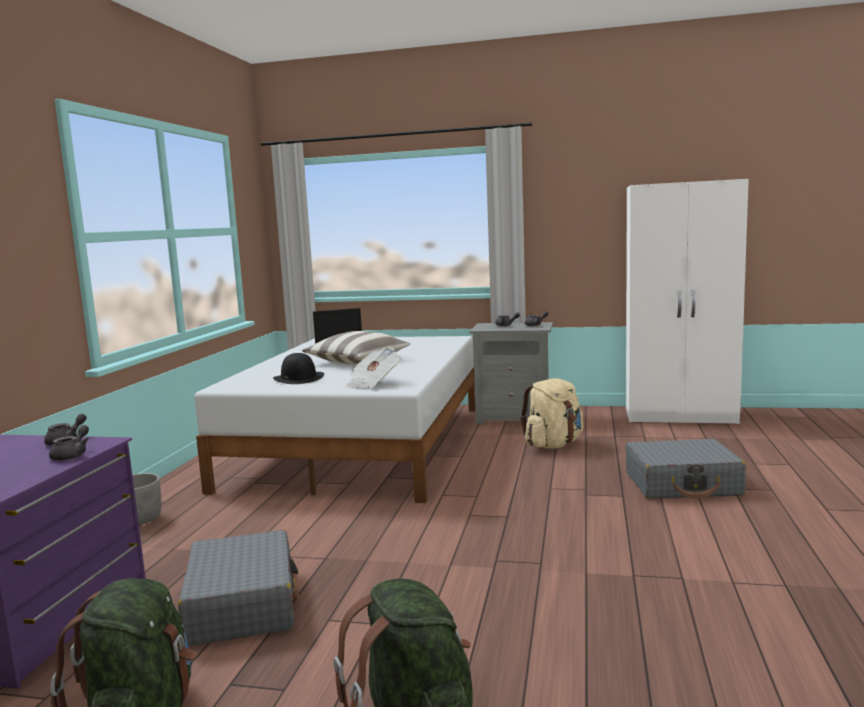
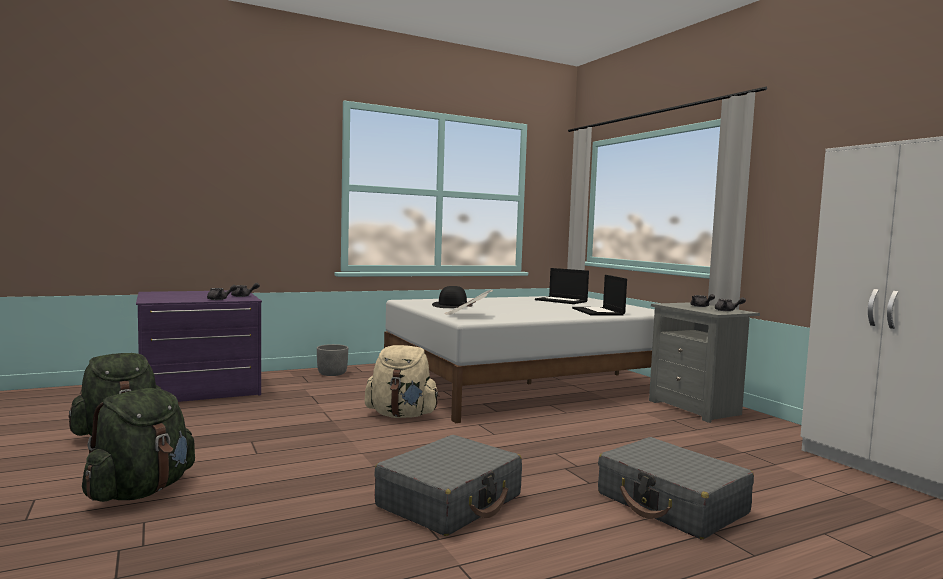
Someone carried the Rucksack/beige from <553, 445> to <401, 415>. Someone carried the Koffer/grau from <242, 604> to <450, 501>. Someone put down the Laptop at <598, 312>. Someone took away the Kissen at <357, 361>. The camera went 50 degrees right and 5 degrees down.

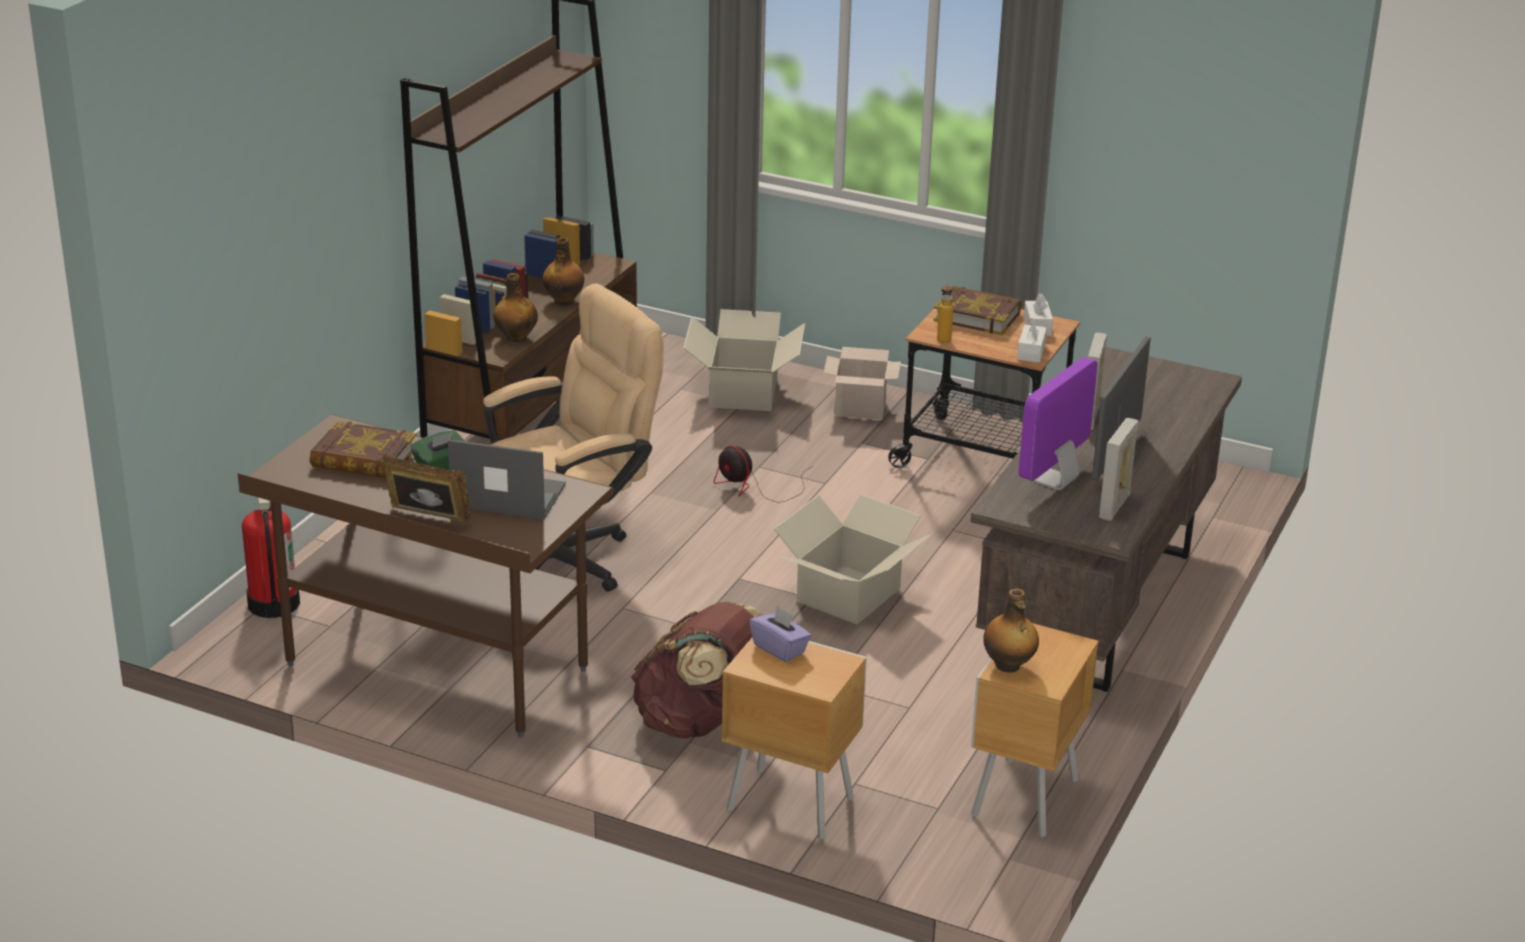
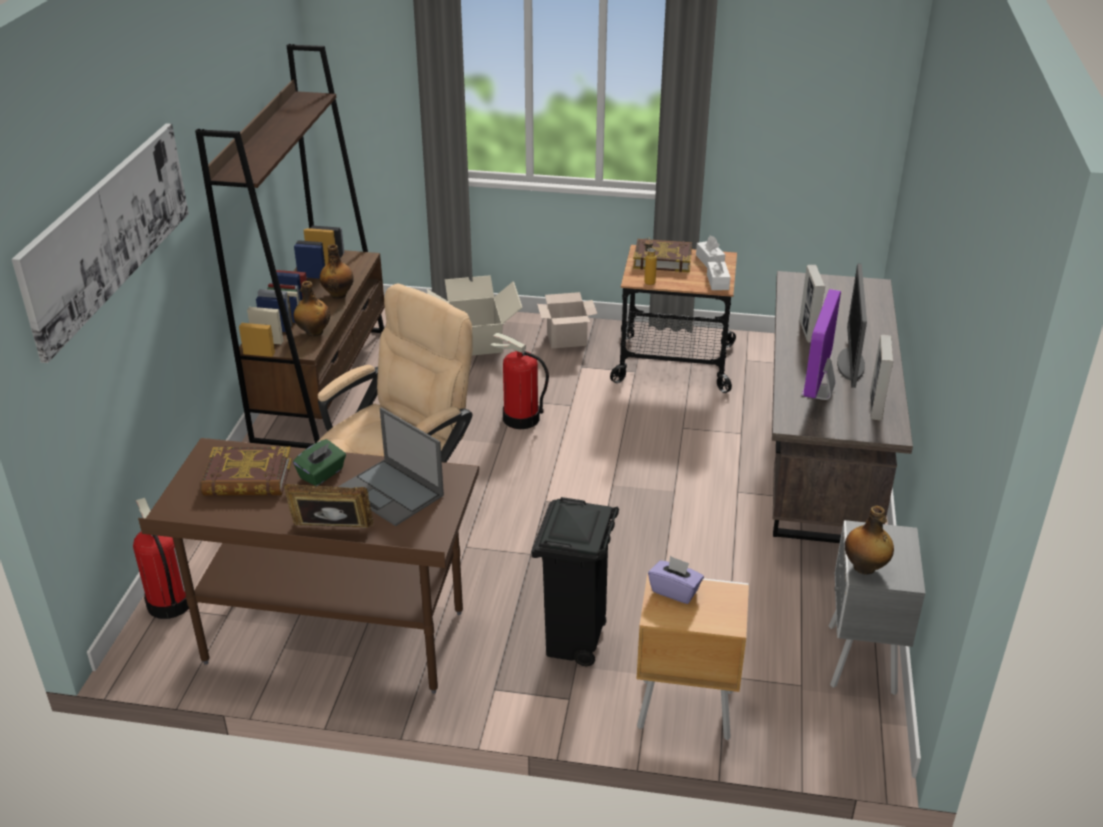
Someone put up the Bild at <107, 233>. Someone rotated the Laptop at <507, 496> by 135 degrees counterclockwise. Someone swapped the Ventilator at <754, 487> for the Feuerlöscher at <520, 418>. Someone swapped the Rucksack/braun at <698, 722> for the Mülleimer/schwarz at <574, 644>. Someone repainted the Nachttisch/braun at <1022, 800>, which became the Nachttisch/grau at <860, 661>. Someone took away the Karton at <849, 595>. The camera went 15 degrees left and 5 degrees up.

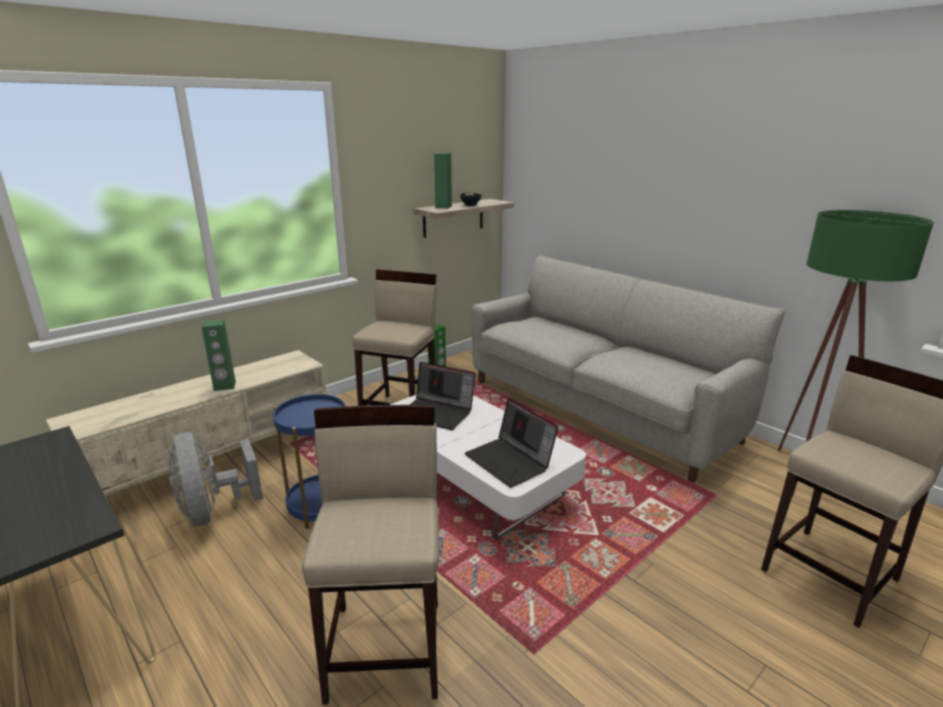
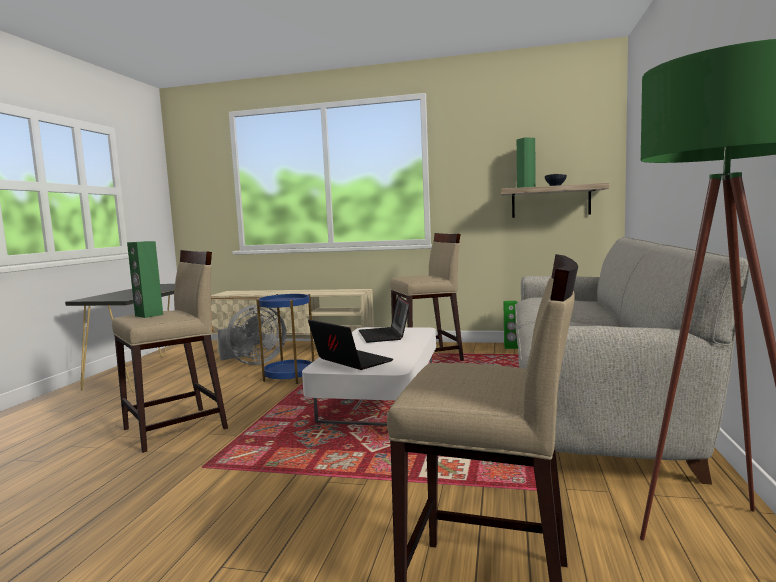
Someone carried the Lautsprecher/grün from <224, 386> to <148, 315>. Someone rotated the Ventilator/grau at <213, 511> by 150 degrees counterclockwise. Someone rotated the Laptop at <510, 461> by 120 degrees clockwise. The camera went 55 degrees right and 15 degrees down.

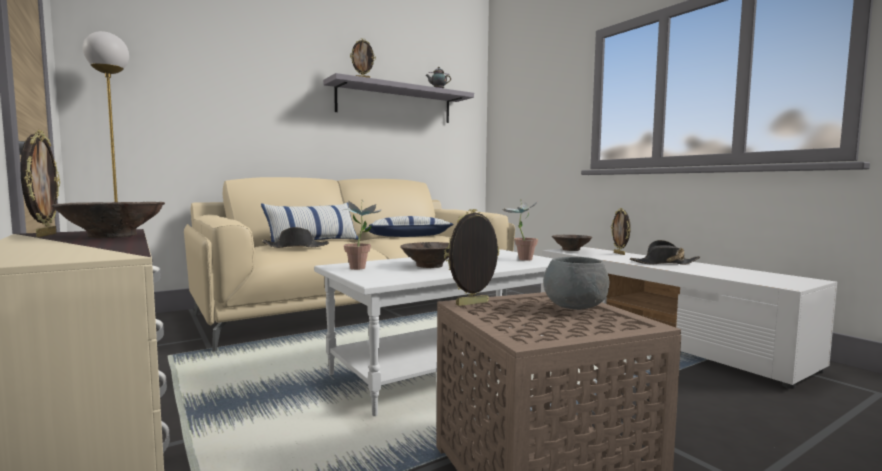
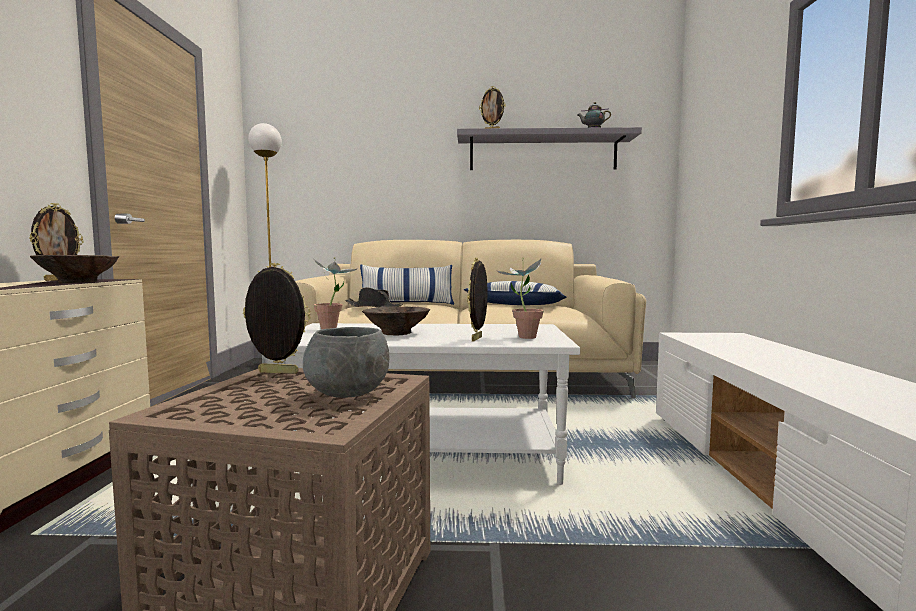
Someone carried the Bilderrahmen from <619, 253> to <478, 339>. Someone took away the Schüssel/braun at <571, 250>. Someone took away the Hut/schwarz at <664, 263>. The camera went 35 degrees right and 0 degrees up.

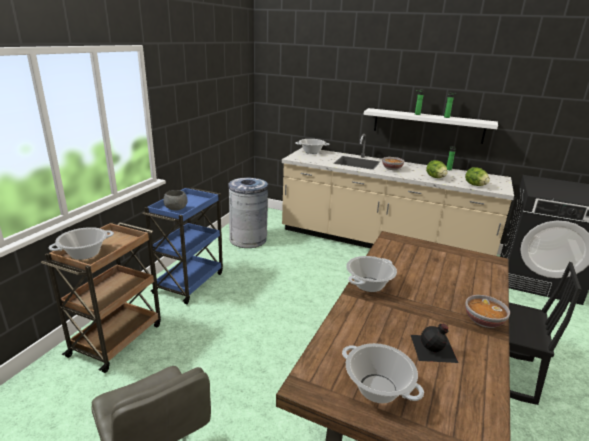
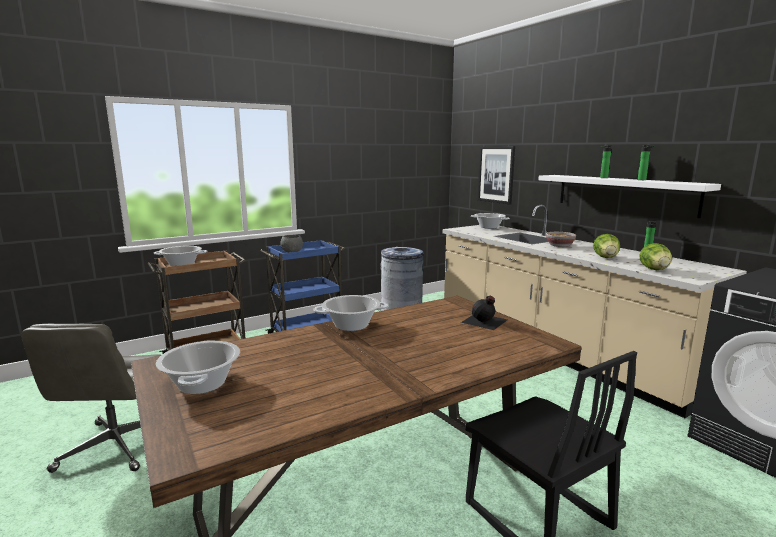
Someone carried the Flasche/schwarz from <434, 348> to <484, 321>. Someone put up the Bild at <496, 174>. Someone took away the Schüssel at <483, 321>. The camera went 35 degrees right and 10 degrees down.

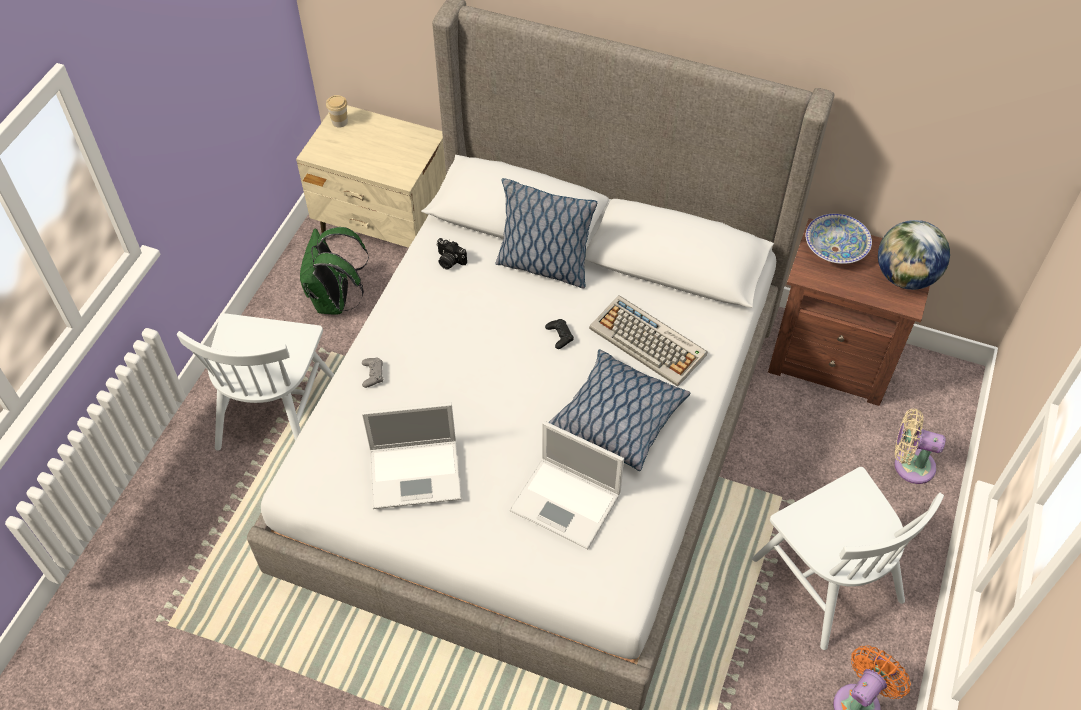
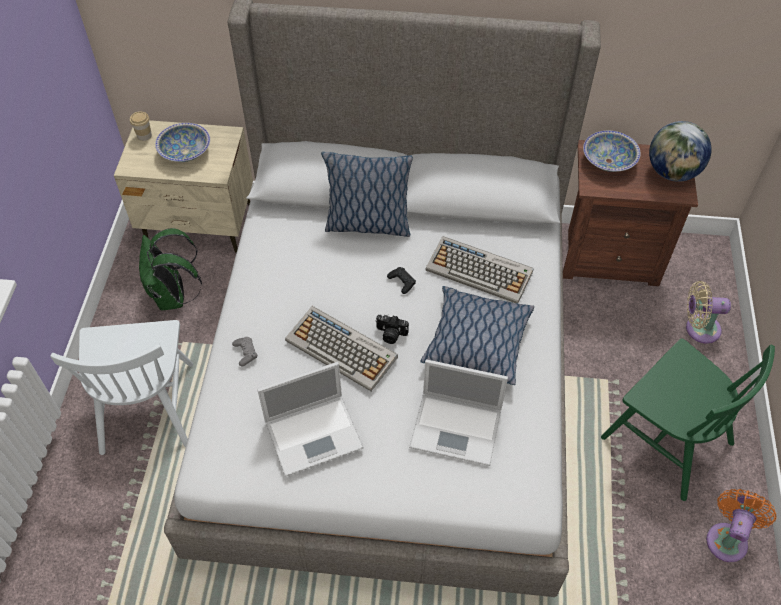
Someone put down the Schüssel at <185, 152>. Someone put down the Tastatur at <342, 349>. Someone carried the Kamera from <449, 261> to <390, 334>. Someone repainted the Stuhl/weiß at <827, 578>, which became the Stuhl/grün at <666, 439>. The camera went 15 degrees left and 0 degrees up.

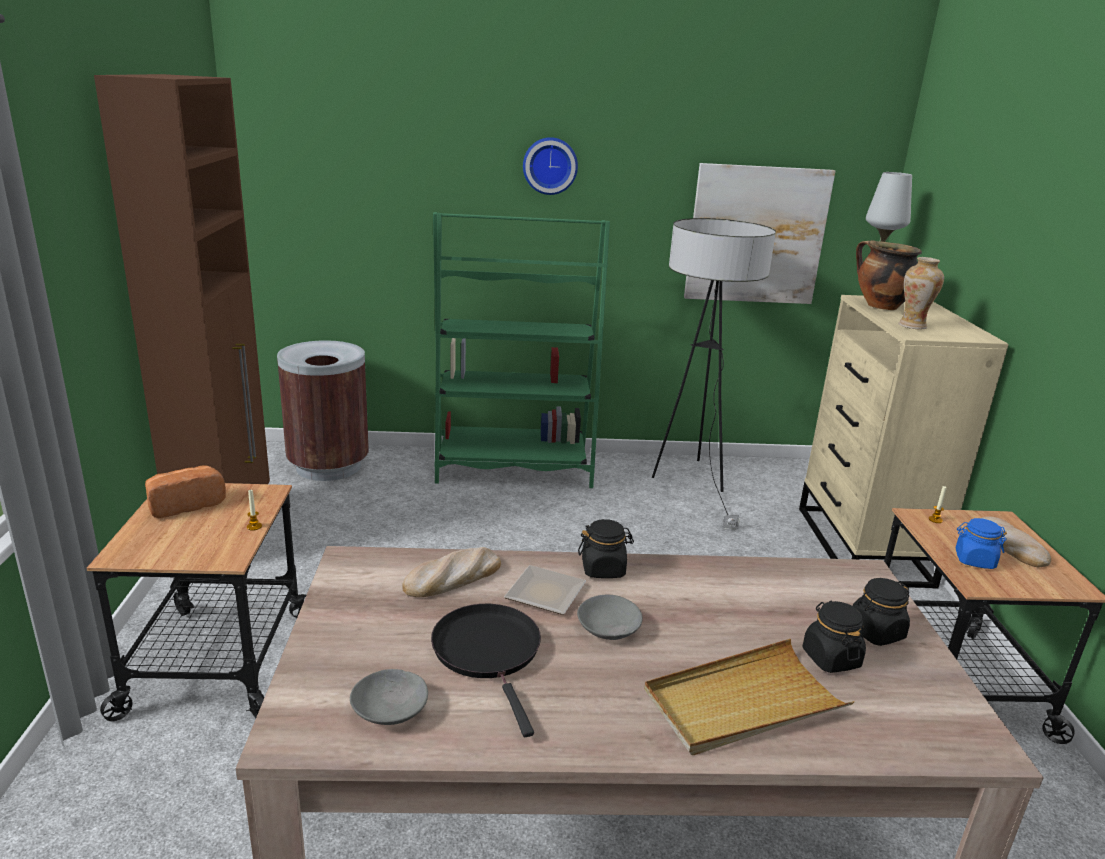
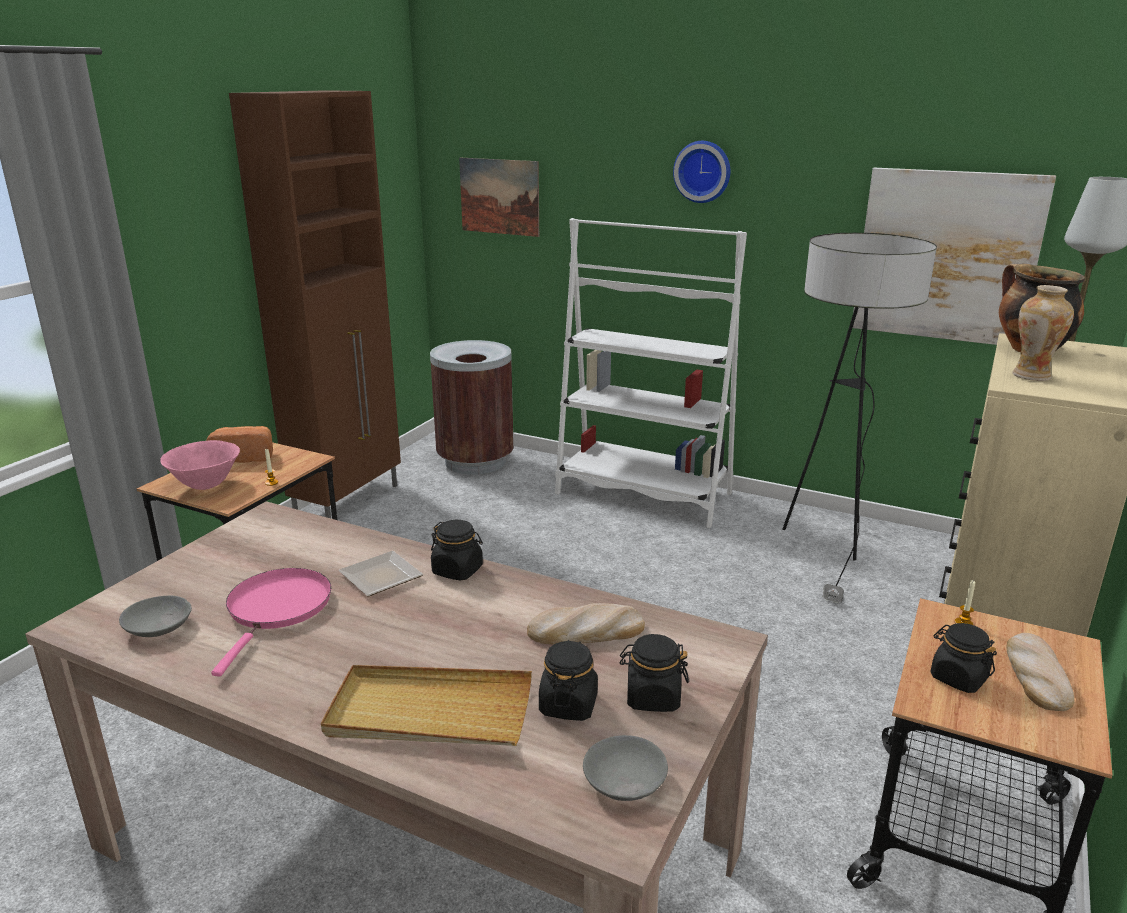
Someone put down the Schüssel/rosa at <206, 485>. Someone repainted the Pfanne/schwarz at <489, 652>, which became the Pfanne/rosa at <277, 609>. Someone put up the Bild at <499, 196>. Someone carried the Brot from <452, 578> to <586, 631>. Someone repainted the Bücherregal/grün at <513, 468>, which became the Bücherregal/weiß at <643, 494>. Someone carried the Schüssel/grau from <608, 629> to <624, 782>. Someone repainted the Vorratsglas/blau at <974, 560>, which became the Vorratsglas/schwarz at <958, 678>. The camera went 30 degrees right and 0 degrees up.

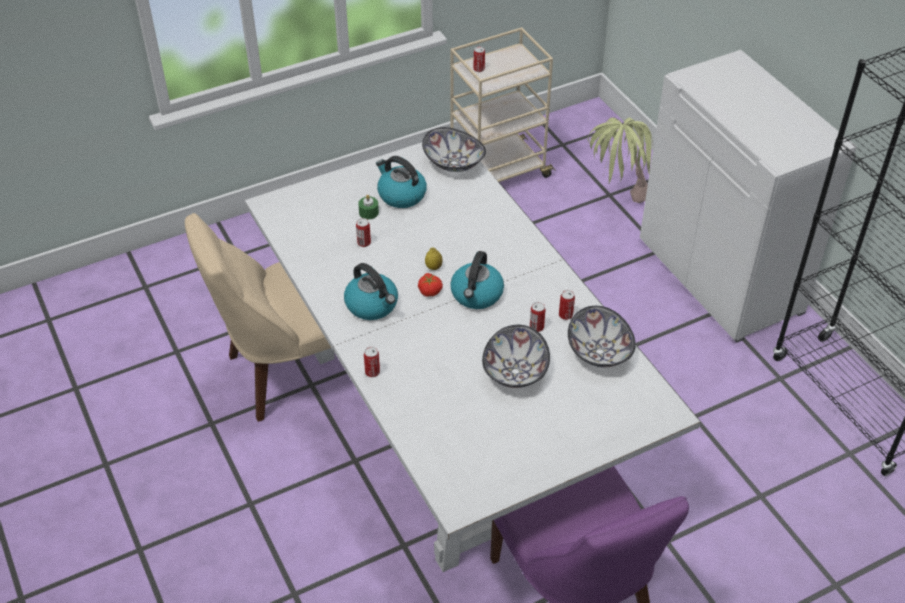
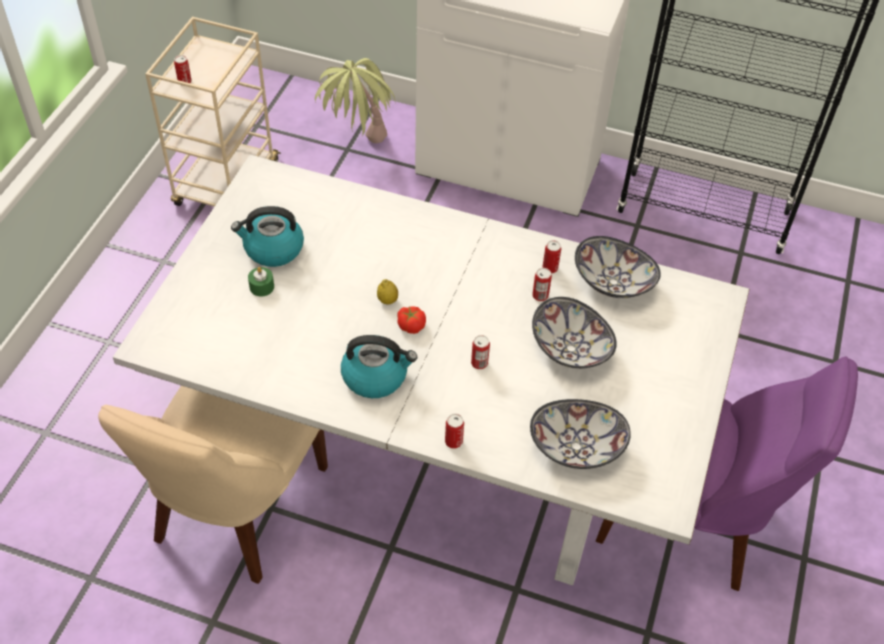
Someone carried the Dose from <364, 243> to <479, 363>. Someone carried the Schüssel from <453, 163> to <576, 448>. Someone took away the Wasserkessel at <477, 295>. The camera went 45 degrees left and 5 degrees up.

